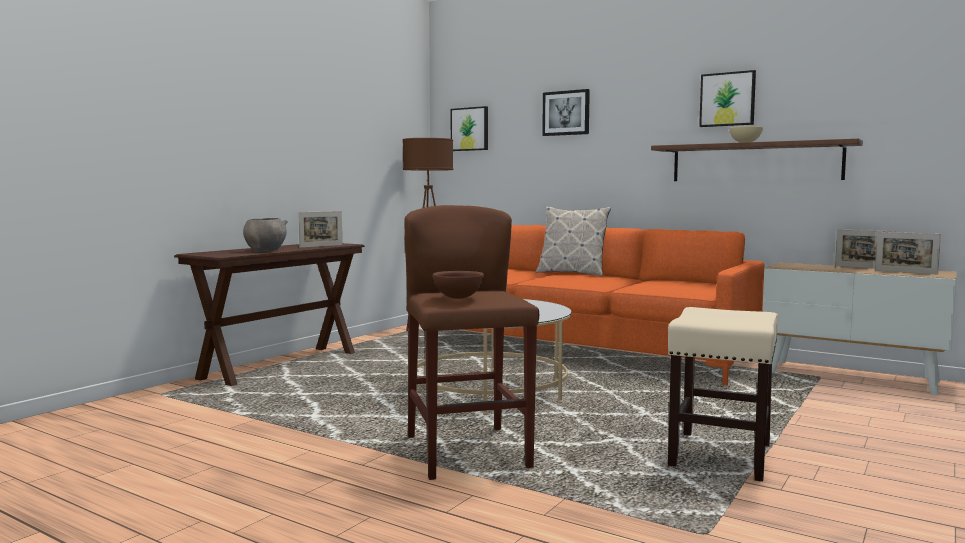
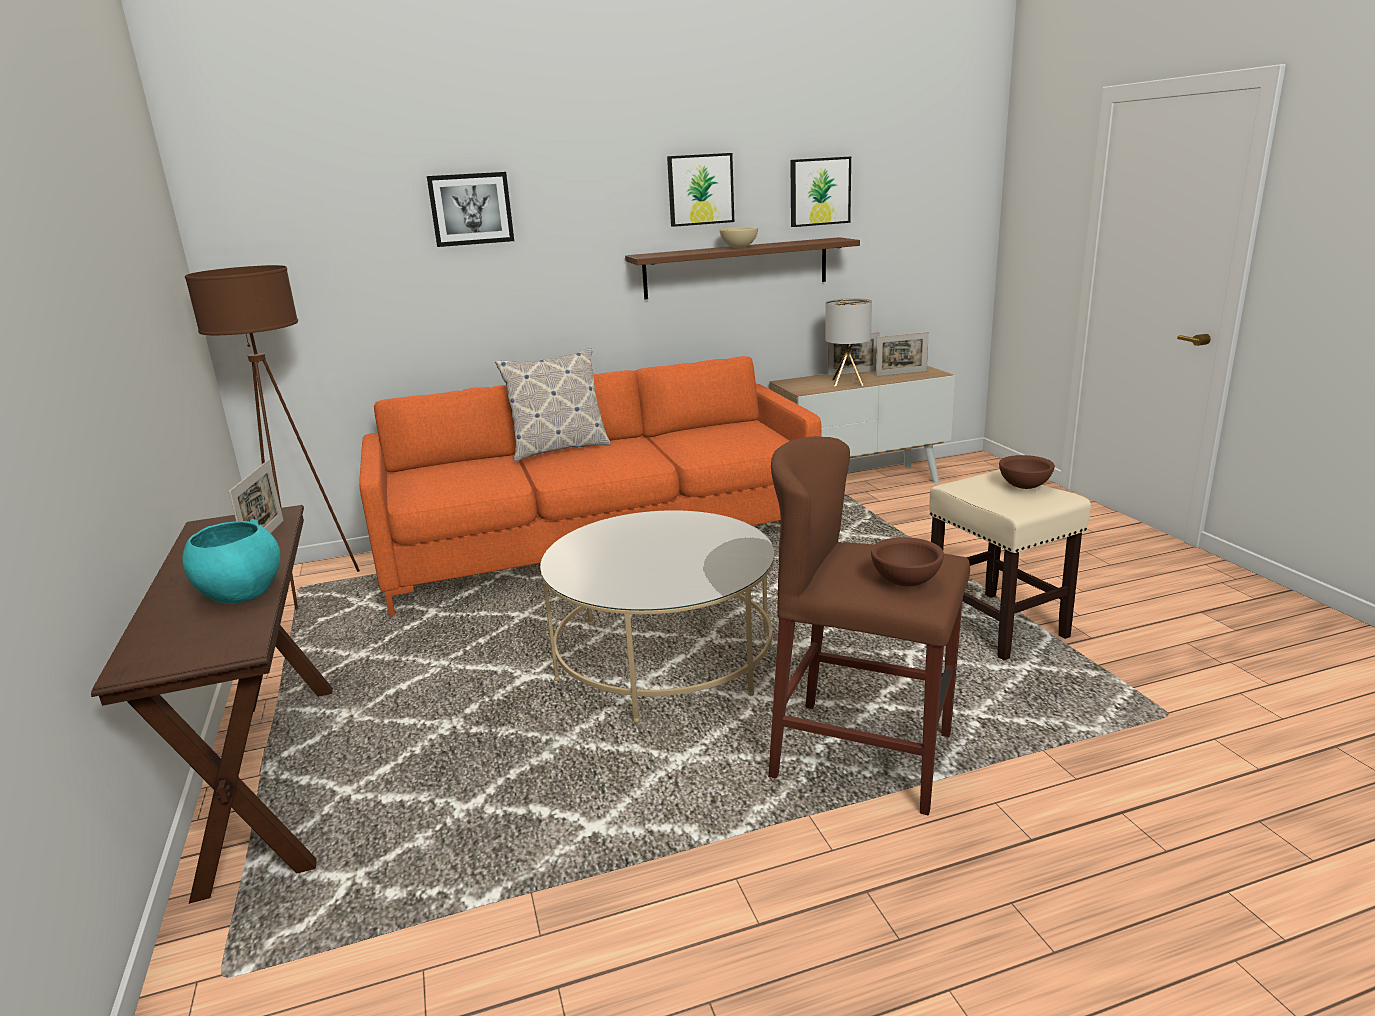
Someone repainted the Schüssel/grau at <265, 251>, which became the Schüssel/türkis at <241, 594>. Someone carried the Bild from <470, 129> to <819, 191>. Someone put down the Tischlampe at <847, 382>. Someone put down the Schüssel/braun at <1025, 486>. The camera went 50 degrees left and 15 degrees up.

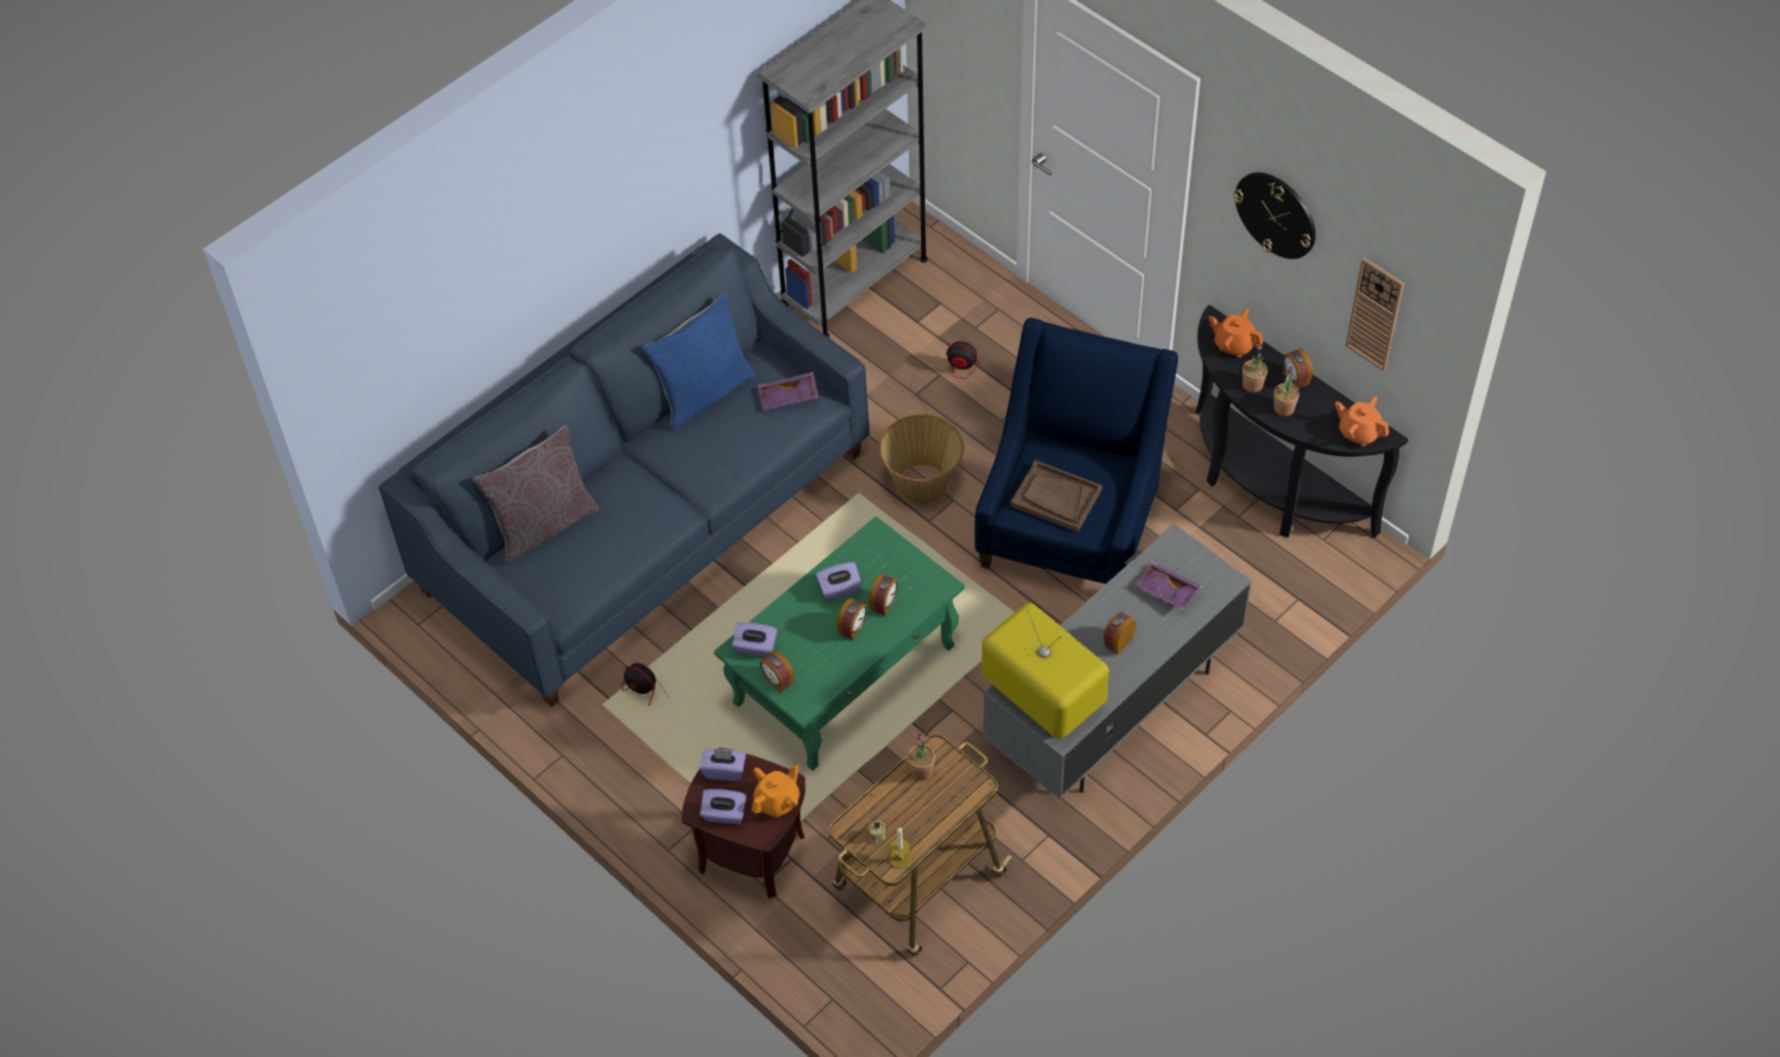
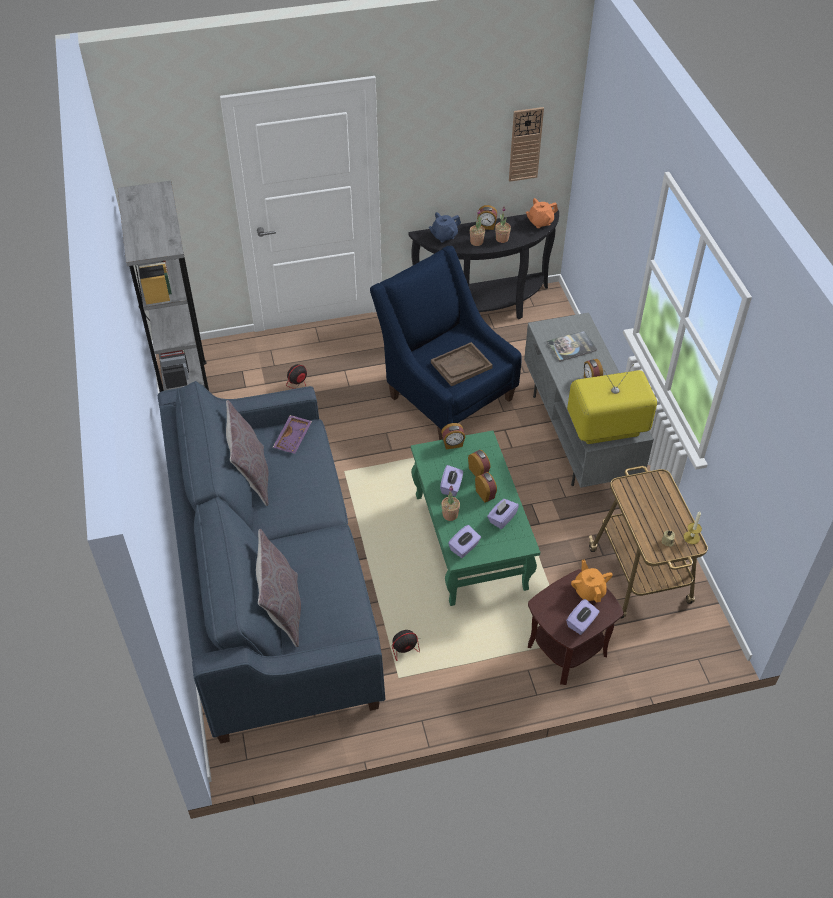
Someone repainted the Kissen/blau at <704, 393>, which became the Kissen/grau at <251, 477>. Someone repainted the Teekanne/orange at <1234, 345>, which became the Teekanne/blau at <444, 236>. Someone carried the Wecker from <777, 680> to <453, 444>. Someone carried the Topfpflanze from <921, 770> to <450, 515>. Someone carried the Taschentuchbox/lila from <724, 770> to <502, 518>. Someone swapped the Tablett/lila at <1165, 591> for the Buch at <571, 346>. Someone took away the Korb at <922, 483>. Someone took away the Wanduhr at <1276, 214>. The camera went 60 degrees left and 5 degrees down.

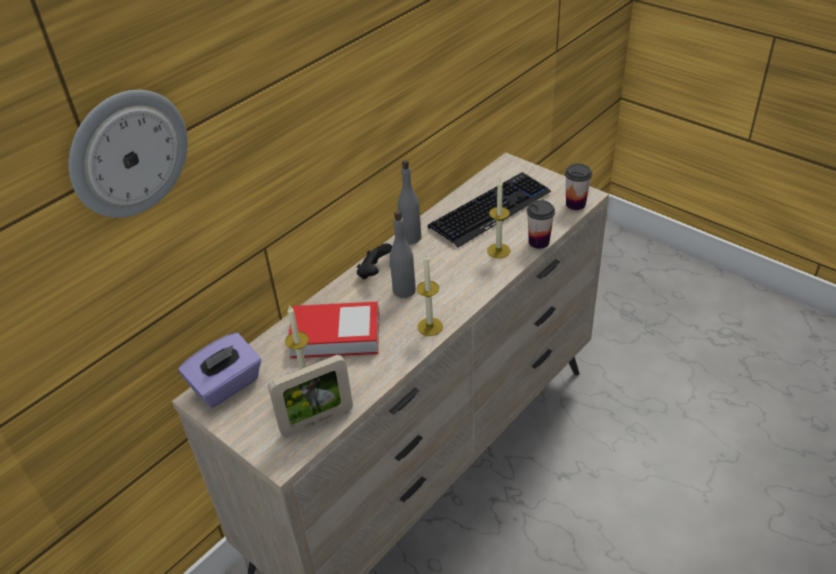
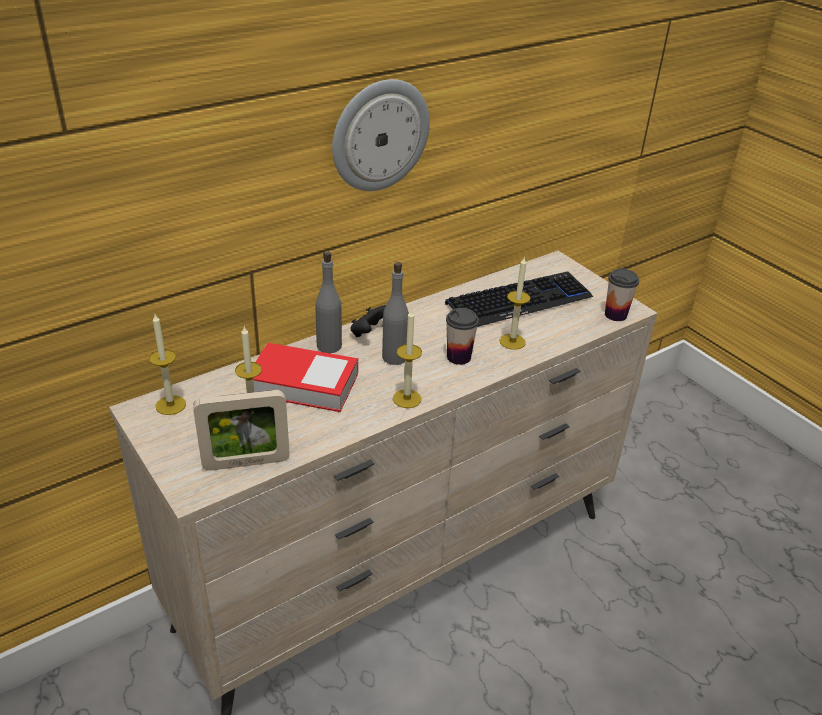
Someone swapped the Taschentuchbox/lila at <227, 385> for the Kerze at <170, 405>. Someone carried the Flasche/grau from <410, 237> to <329, 346>. Someone carried the Wanduhr from <128, 153> to <379, 135>. Someone carried the Tasse from <539, 242> to <458, 357>. The camera went 10 degrees right and 5 degrees down.

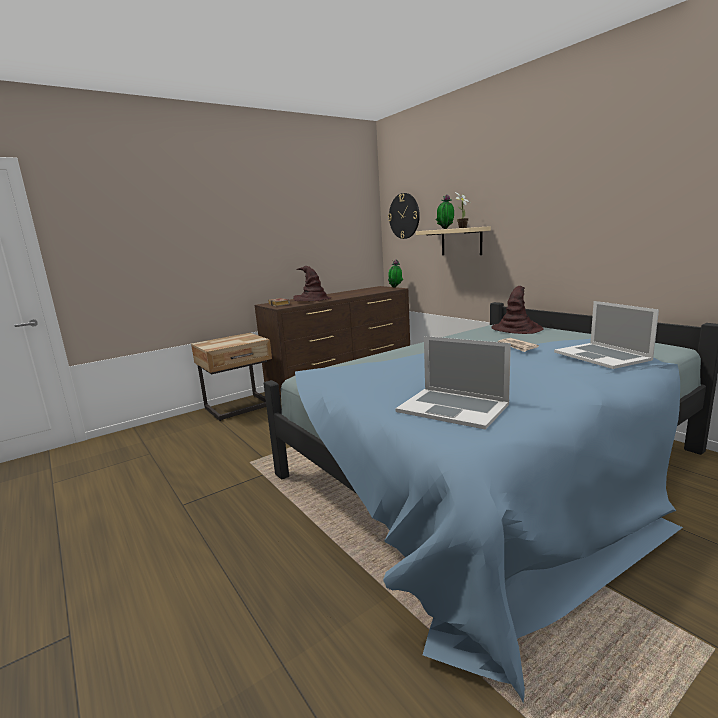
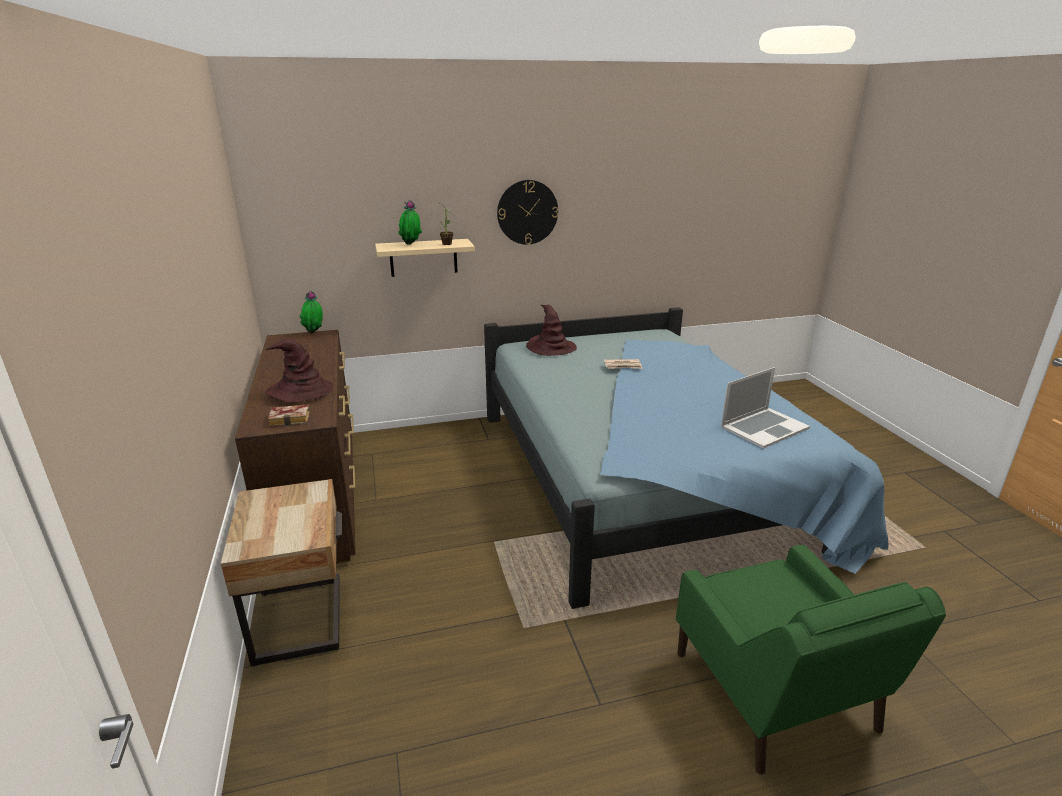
Someone carried the Wanduhr from <404, 216> to <527, 212>. Someone put down the Sessel/grün at <775, 694>. Someone took away the Laptop at <601, 356>. The camera went 70 degrees left and 10 degrees up.

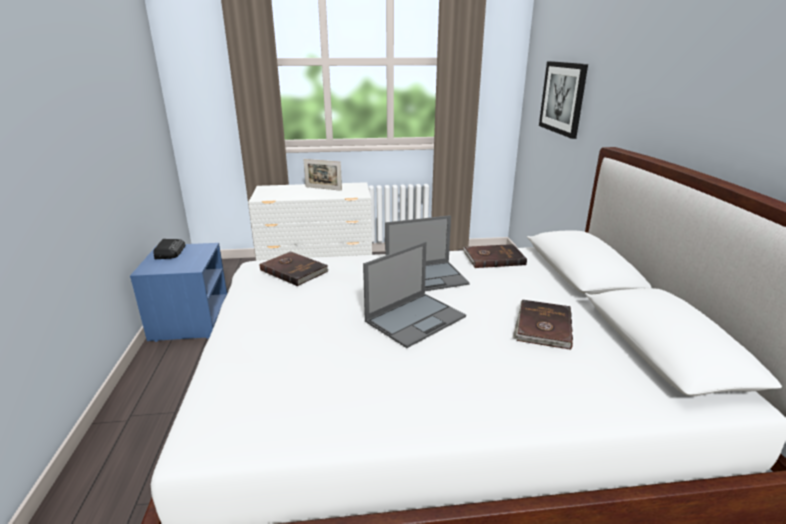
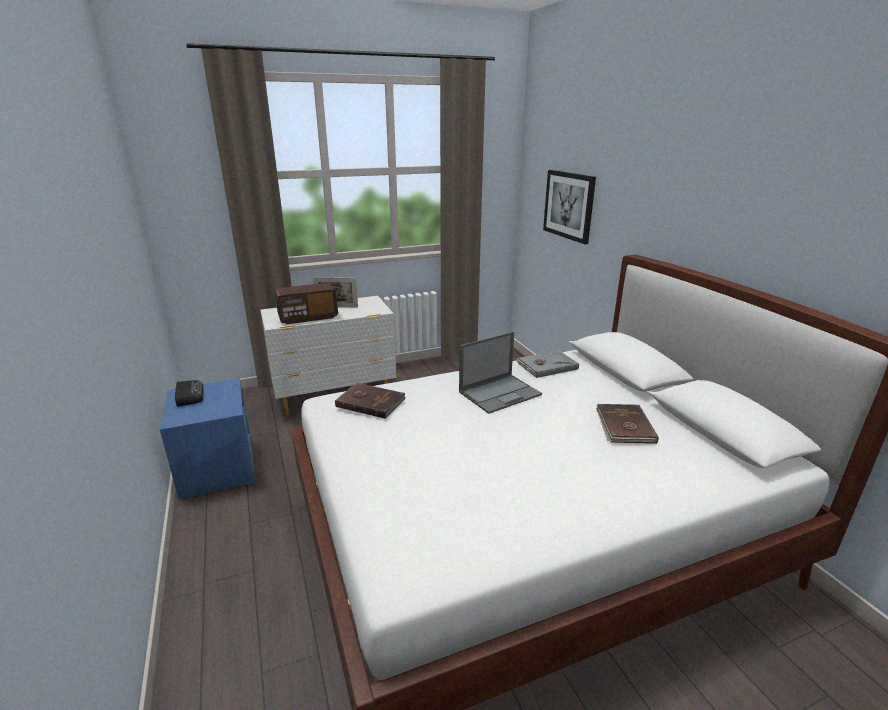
Someone put down the Radio at <308, 317>. Someone repainted the Buch/braun at <493, 258>, which became the Buch/grau at <546, 366>. Someone took away the Laptop at <416, 318>. The camera went 15 degrees left and 0 degrees up.

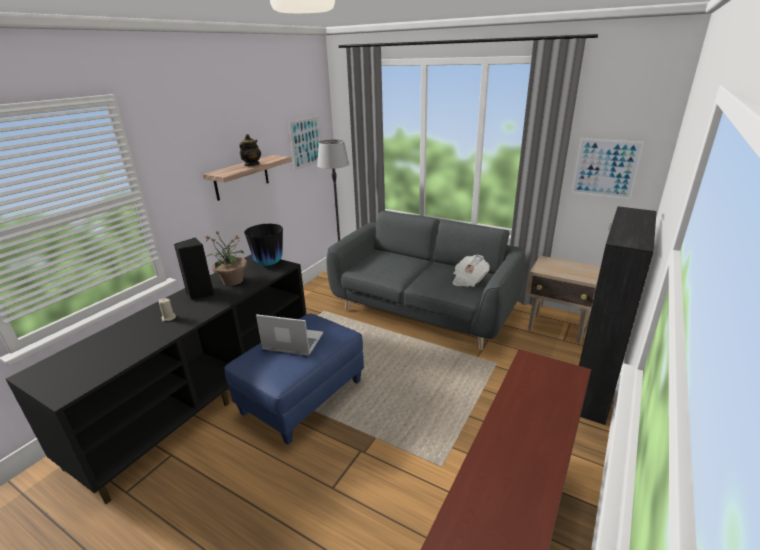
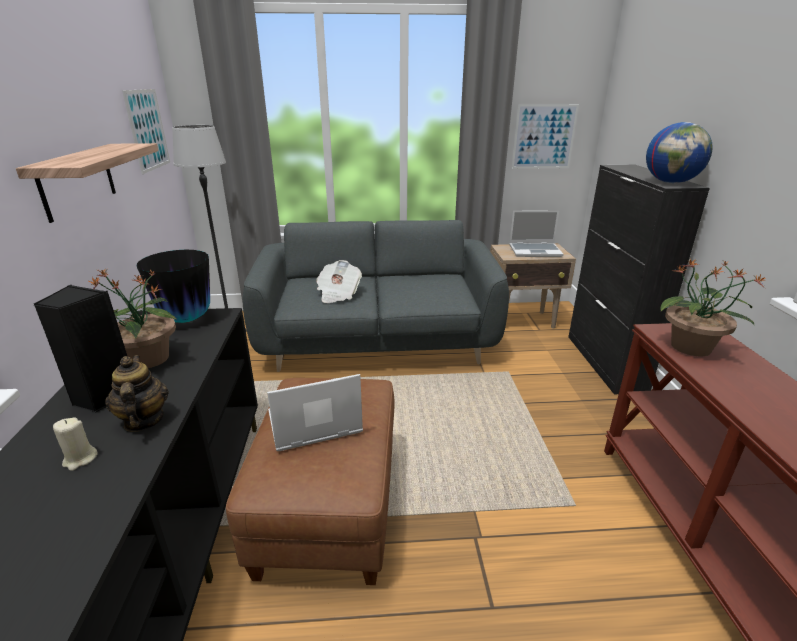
Someone carried the Teekanne from <251, 165> to <143, 420>. Someone repainted the Polsterhocker/blau at <303, 396>, which became the Polsterhocker/braun at <328, 506>. Someone carried the Zeitung from <468, 280> to <338, 294>. Someone put down the Laptop at <535, 251>. Someone put down the Globus at <671, 182>. Someone put down the Topfpflanze at <692, 348>. The camera went 35 degrees left and 0 degrees up.

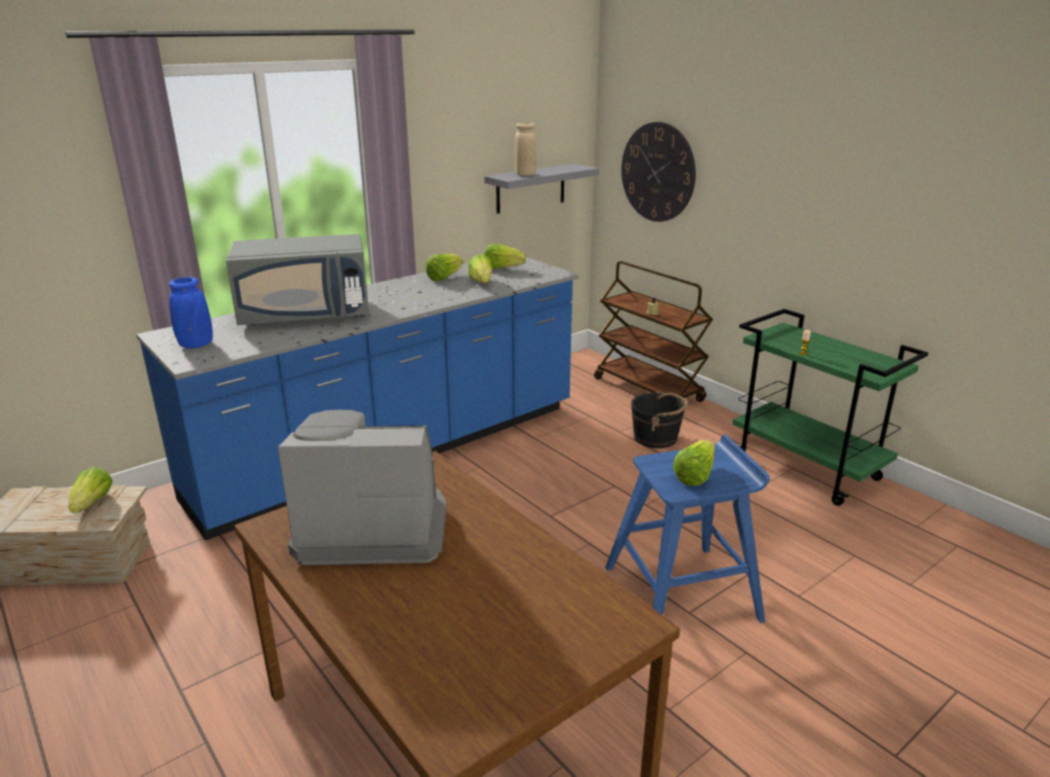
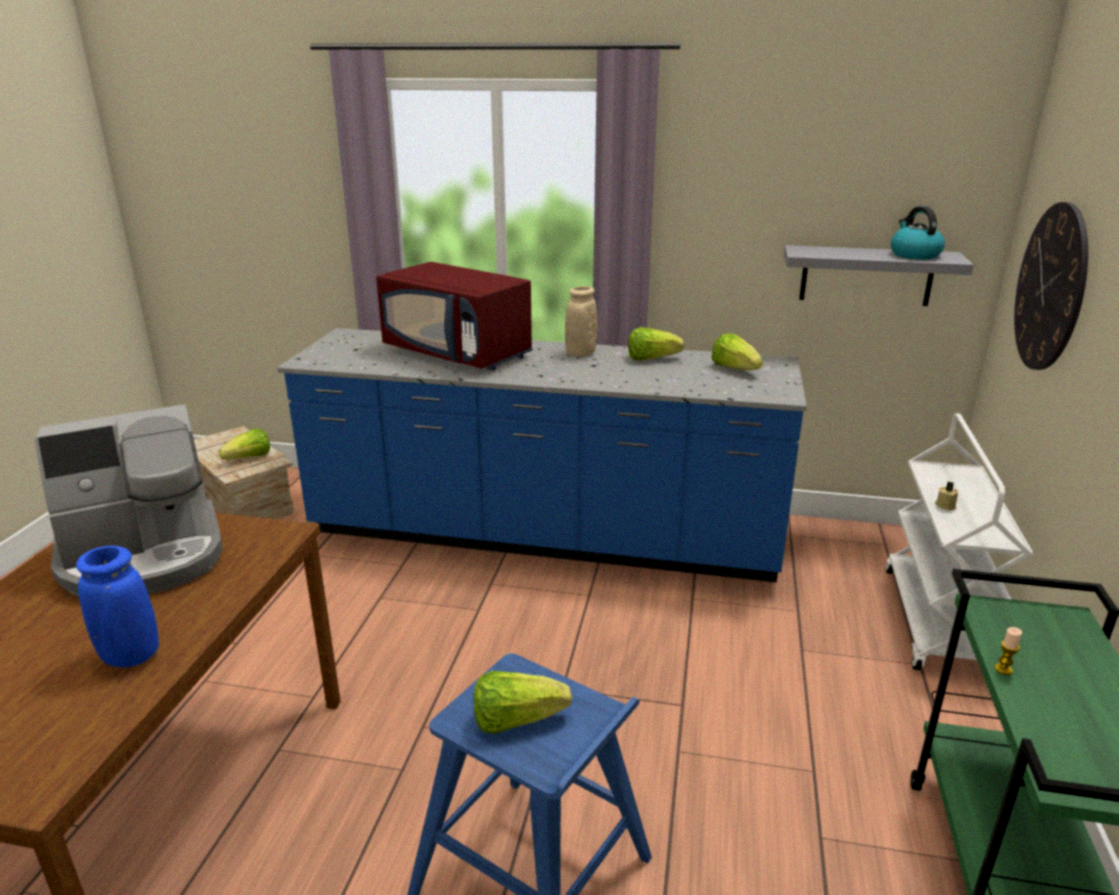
Someone rotated the Kaffeemaschine at <372, 527> by 105 degrees clockwise. Someone carried the Vase/blau from <196, 345> to <130, 656>. Someone repainted the Mikrowelle/grau at <306, 315>, which became the Mikrowelle/rot at <458, 353>. Someone carried the Vase/beige from <525, 175> to <580, 354>. Someone repainted the Rollwagen/braun at <649, 390>, which became the Rollwagen/weiß at <937, 622>. Someone put down the Wasserkessel at <914, 255>. Someone took away the Salatkopf at <482, 282>. Someone took away the Eimer/schwarz at <656, 438>. The camera went 50 degrees right and 0 degrees up.

